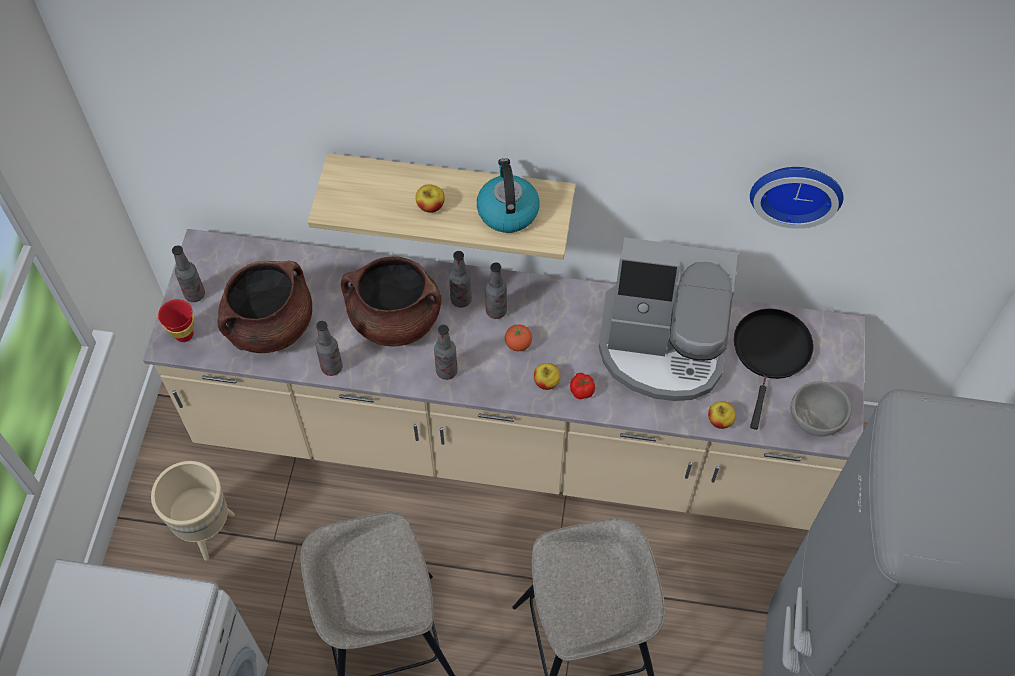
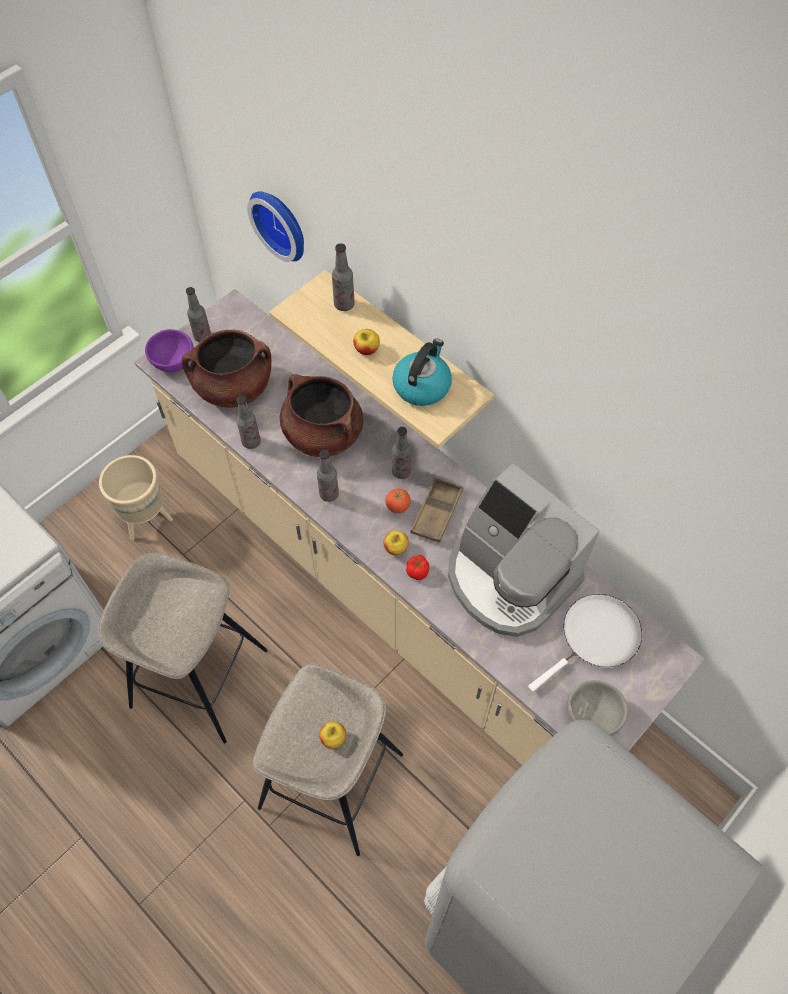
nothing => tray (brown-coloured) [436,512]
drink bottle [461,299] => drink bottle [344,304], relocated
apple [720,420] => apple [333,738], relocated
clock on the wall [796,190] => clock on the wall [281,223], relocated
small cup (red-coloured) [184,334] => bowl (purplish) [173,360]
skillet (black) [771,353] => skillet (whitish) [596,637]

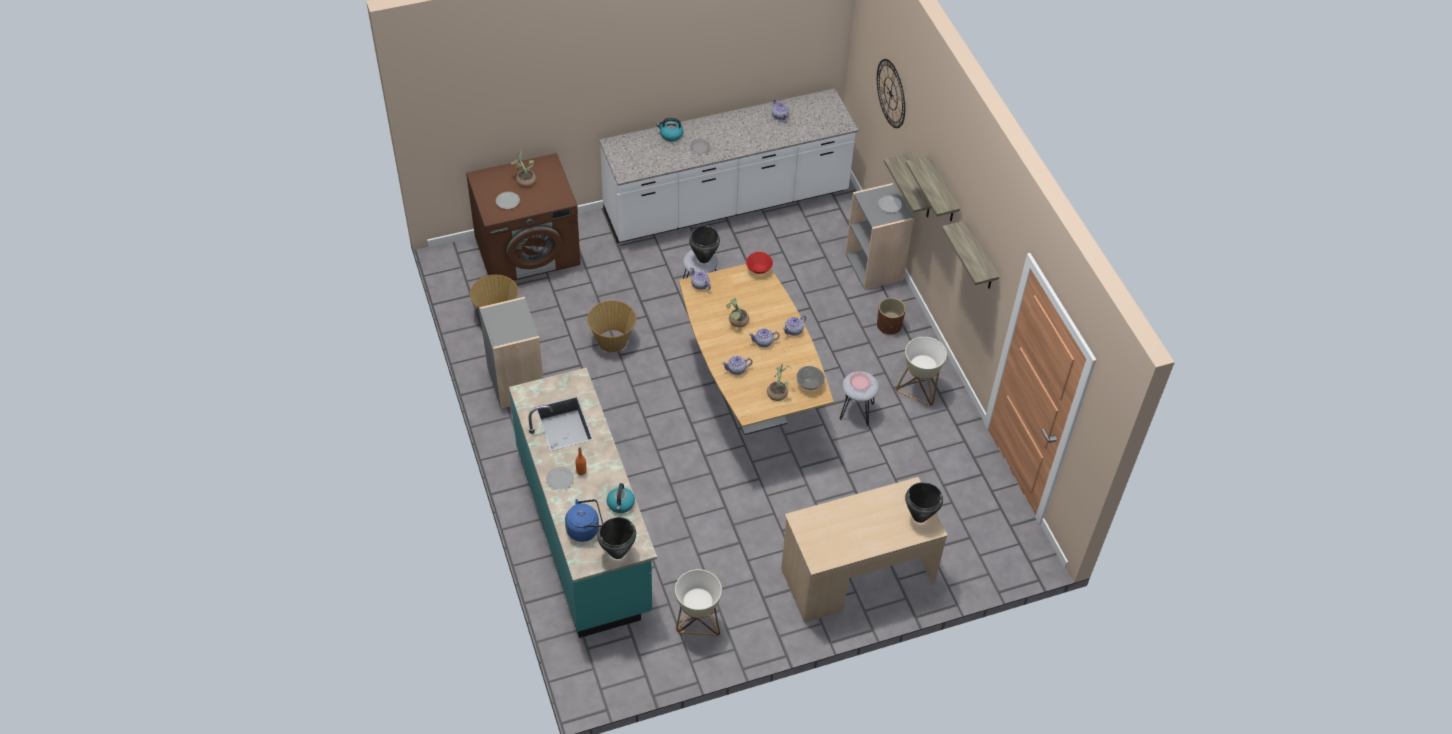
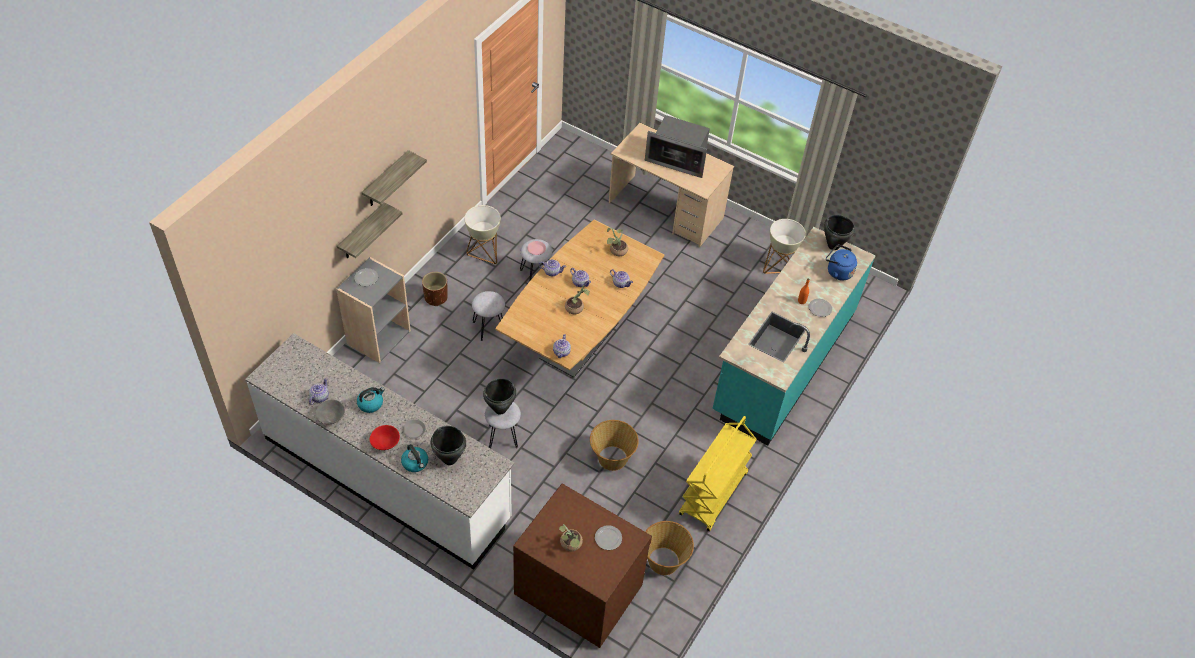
clock on the wall [891,93] => nothing
wall shelf [980,258] => nothing
nothing => stool seat (grey) [489,327]
nothing => microwave oven [678,159]
water kettle [620,504] => water kettle [371,403], relocated
bowl (red-coloured) [759,269] => bowl (red-coloured) [385,444], relocated
bowl (grey) [809,384] => bowl (grey) [331,418], relocated
cooking pot (black) [919,516] => cooking pot (black) [449,459], relocated
bookshelf (grey) [515,382] => trolley (yellow) [713,494]

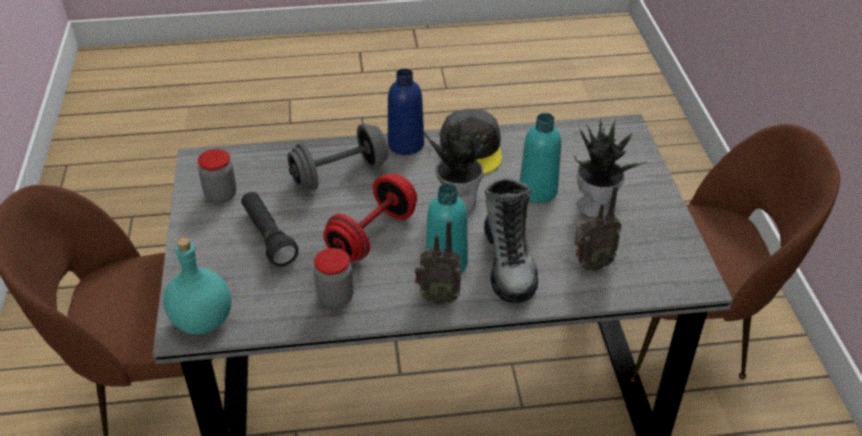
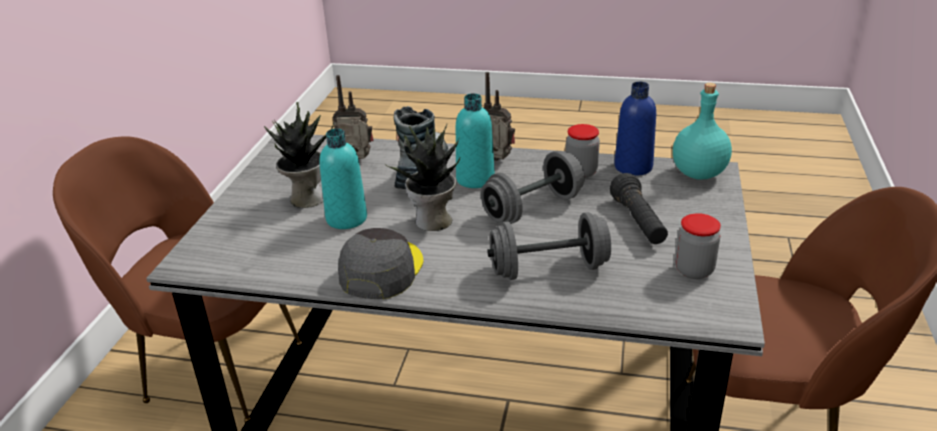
drink bottle (blue) [406,144] => drink bottle (blue) [633,167], relocated
dumbbell (red-coloured) [372,235] => dumbbell (grey) [533,208]

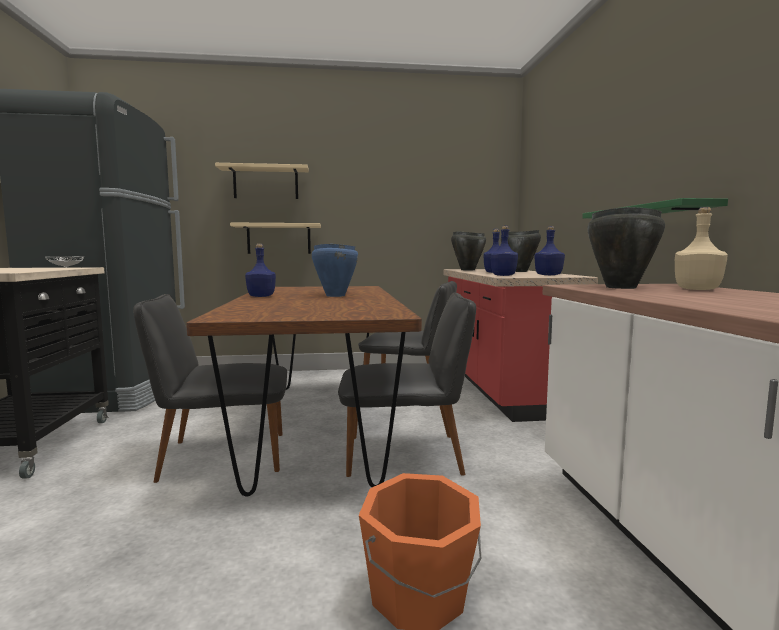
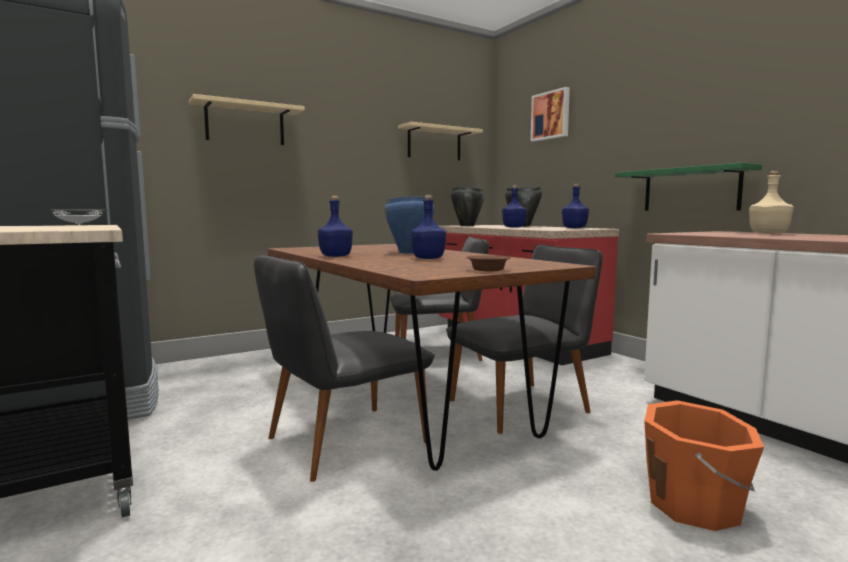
cooking pot (black) [620,287] => nothing
nothing => bowl (brown-coloured) [488,270]
nothing => picture [551,115]
wall shelf (beige) [279,239] => wall shelf (beige) [434,144], relocated
drink bottle (blue) [504,275] => drink bottle (blue) [428,258], relocated

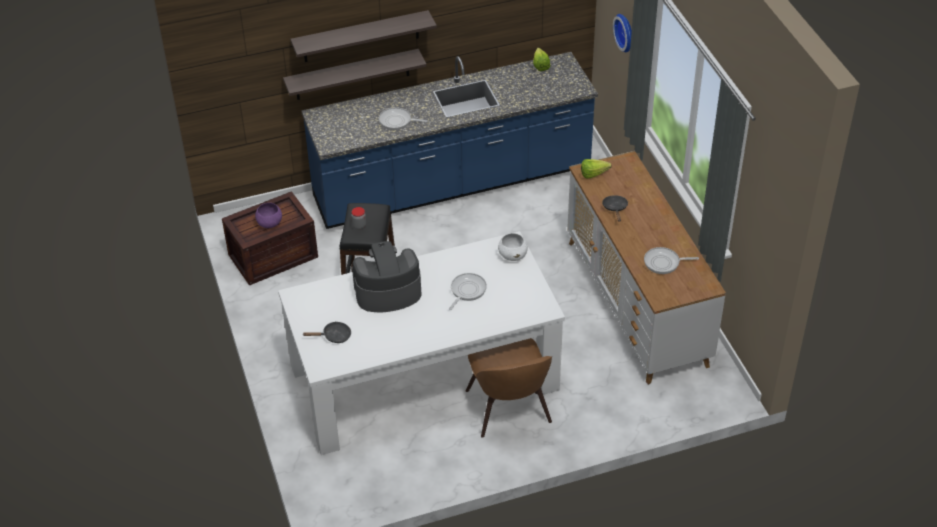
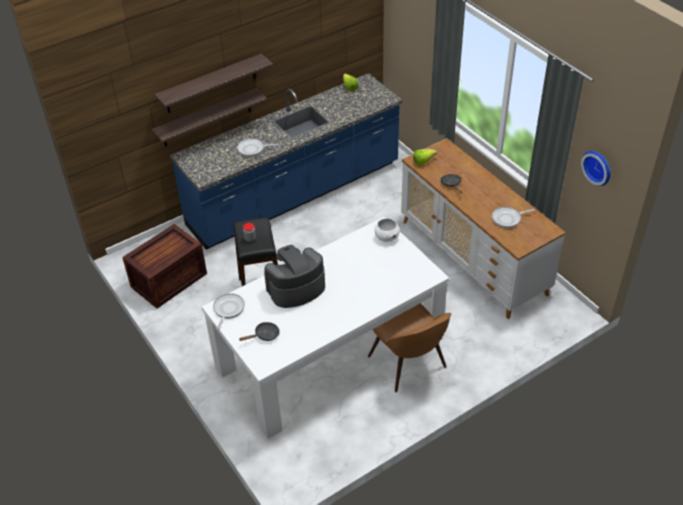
bowl (purplish) [269,223] => nothing
skillet [467,291] => skillet [228,309], relocated
clock on the wall [626,32] => clock on the wall [598,167], relocated

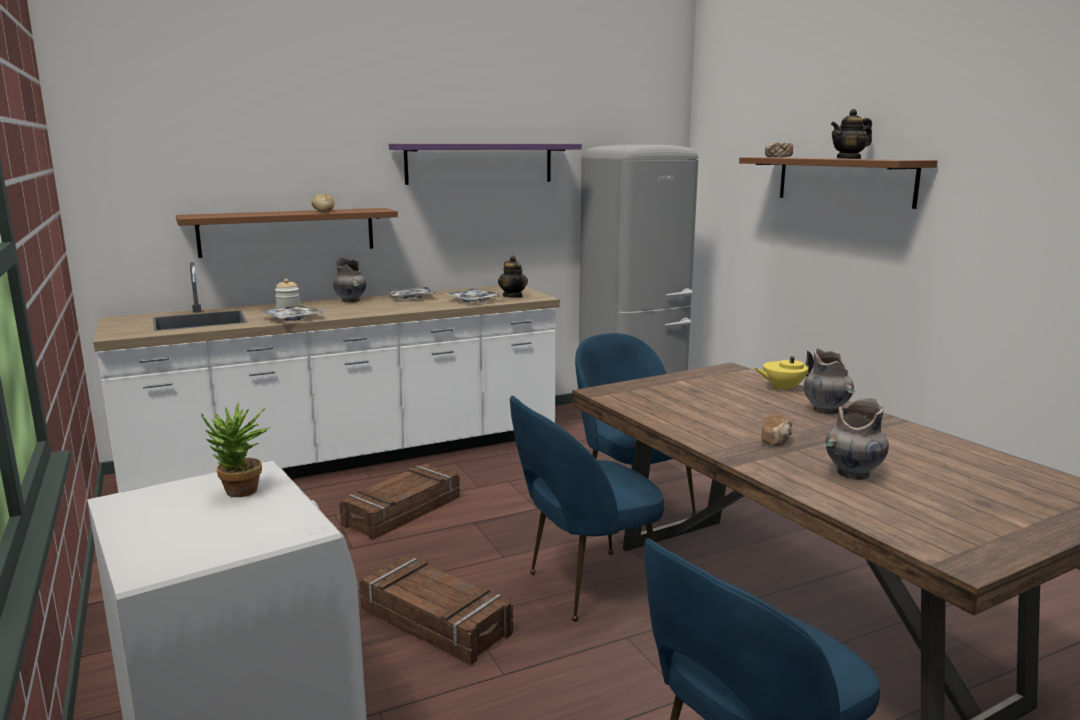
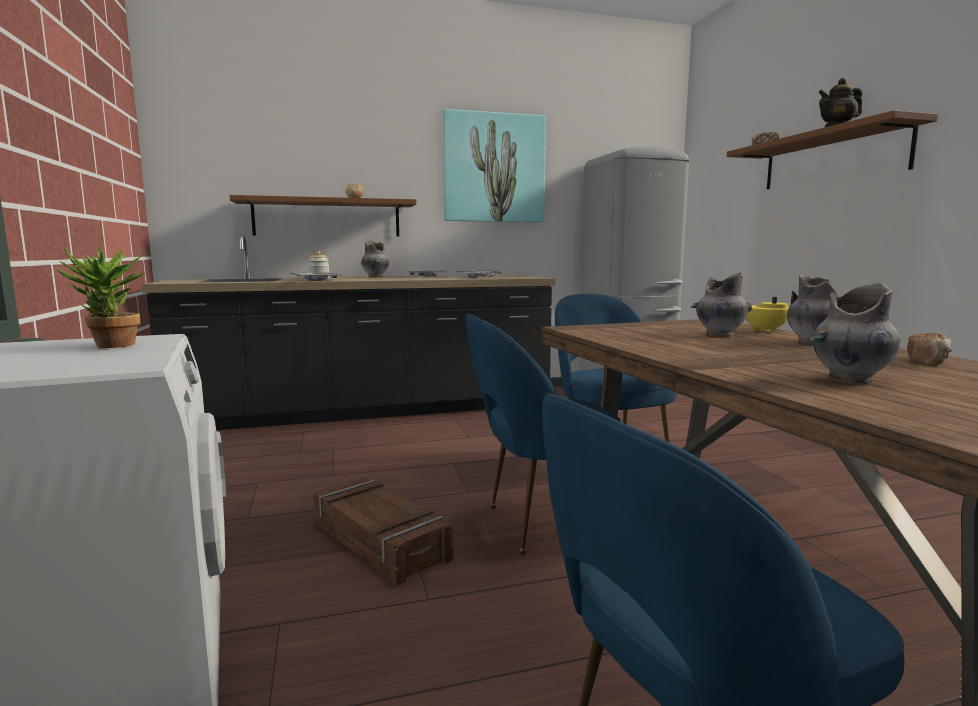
crate [402,511] => nothing
teapot [513,296] => nothing
nothing => vase (grey) [719,335]
baked bread [776,441] => baked bread [927,361], relocated
wall shelf (purplish) [480,163] => picture [493,168]
counter (whitish) [352,457] => counter (black) [369,411]

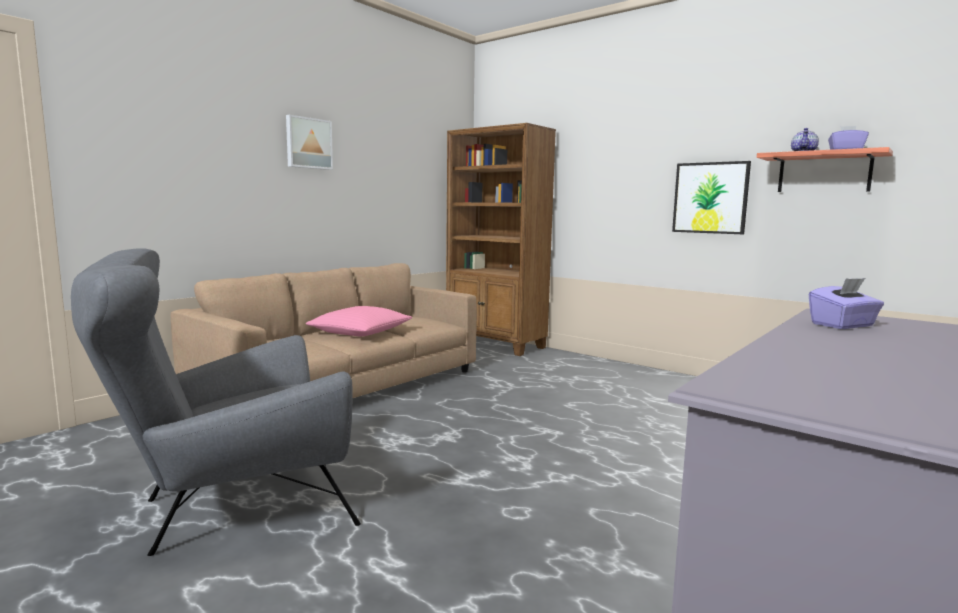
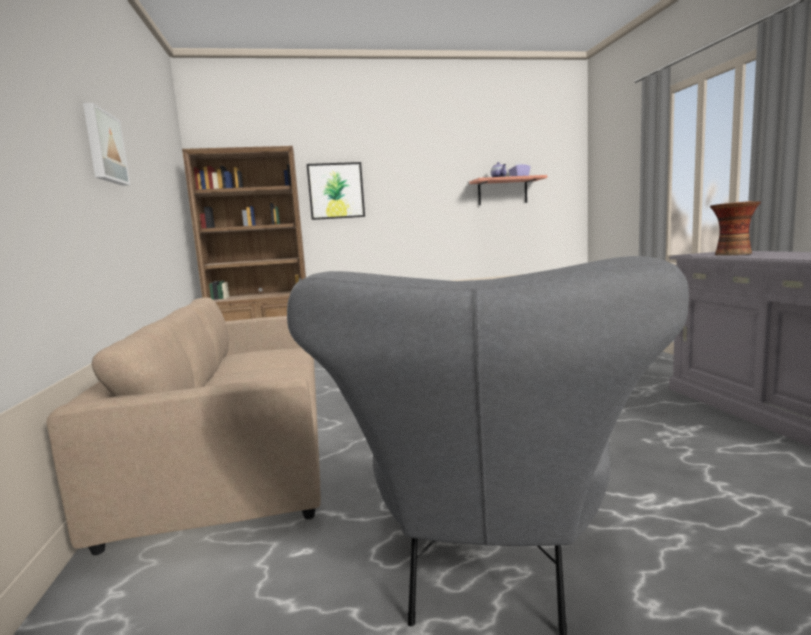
pillow (pink-coloured) [360,332] => nothing
picture [710,198] => picture [336,191], relocated
box of tissues (purplish) [843,325] => vase [731,254]

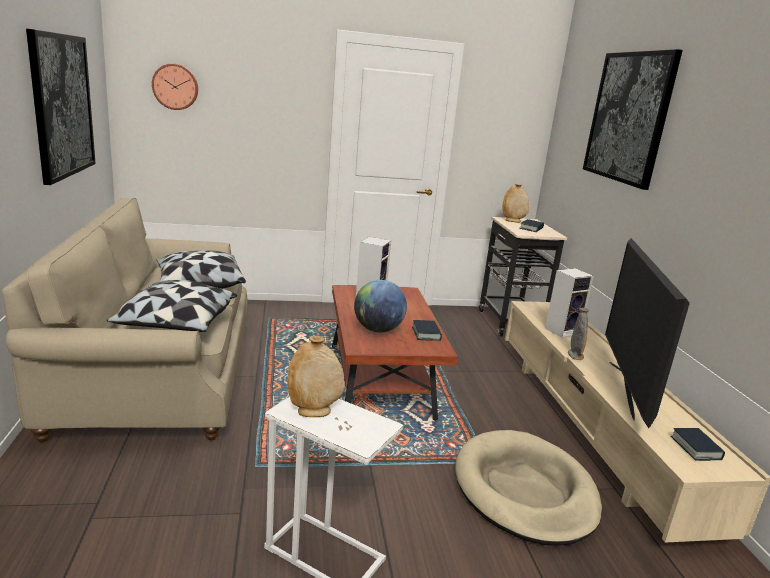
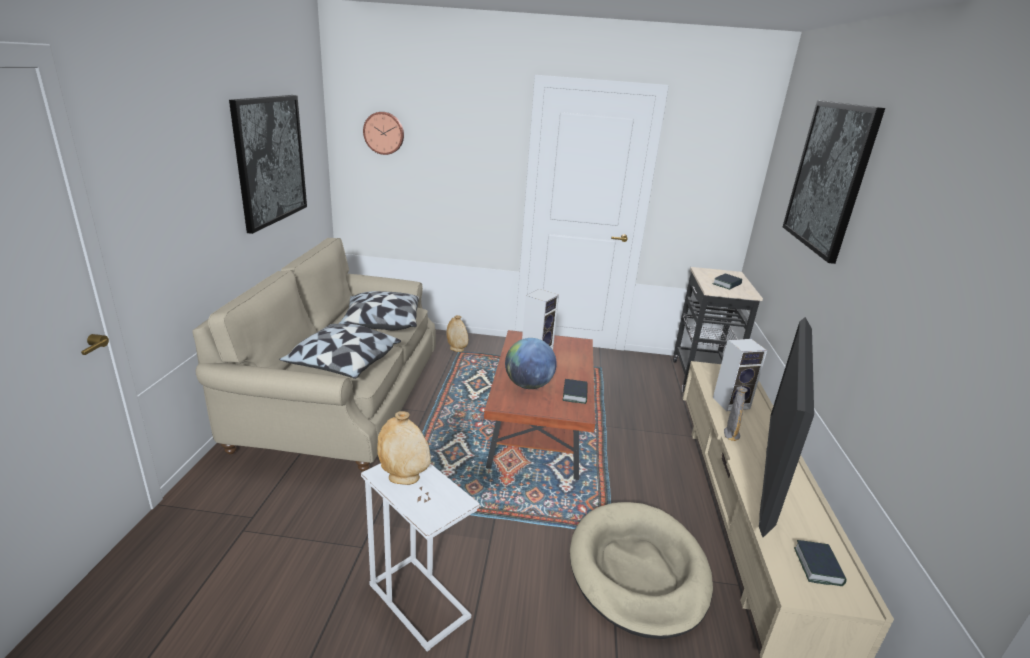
vase (beige) [513,221] => vase (beige) [456,349], relocated

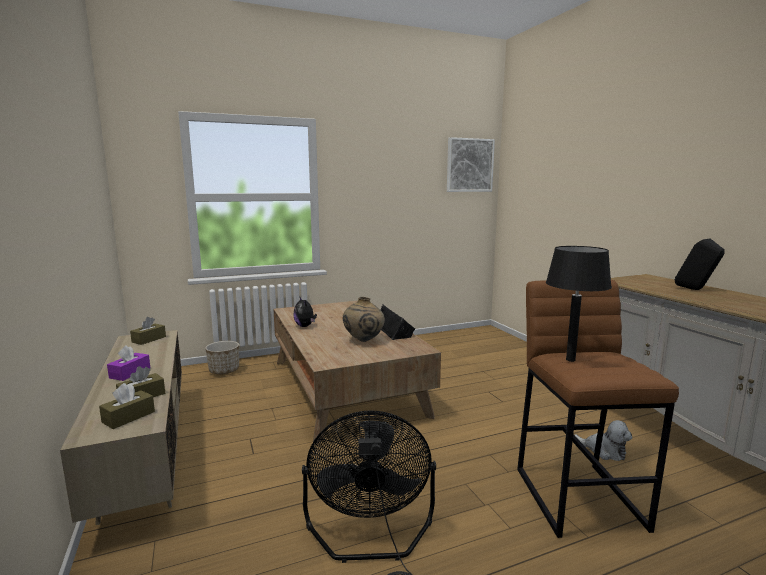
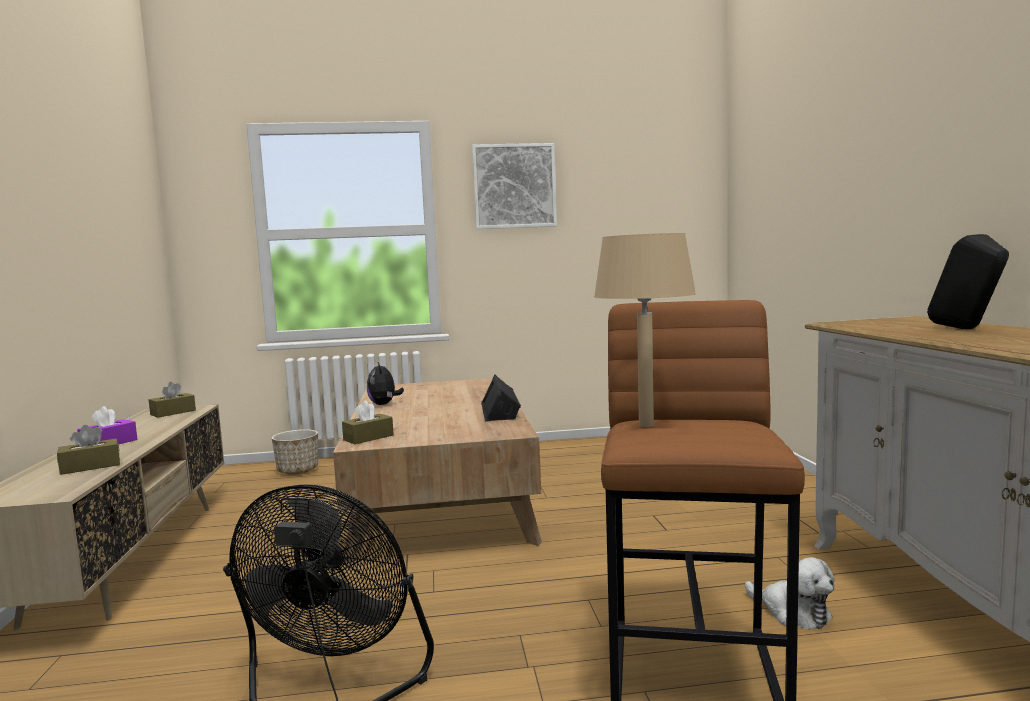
vase (beige) [363,341] => nothing
box of tissues (brown-coloured) [128,417] => box of tissues (brown-coloured) [368,438], relocated
picture [469,165] => picture [514,186], relocated
tabletop lamp (black) [570,359] => tabletop lamp (beige) [646,424]

